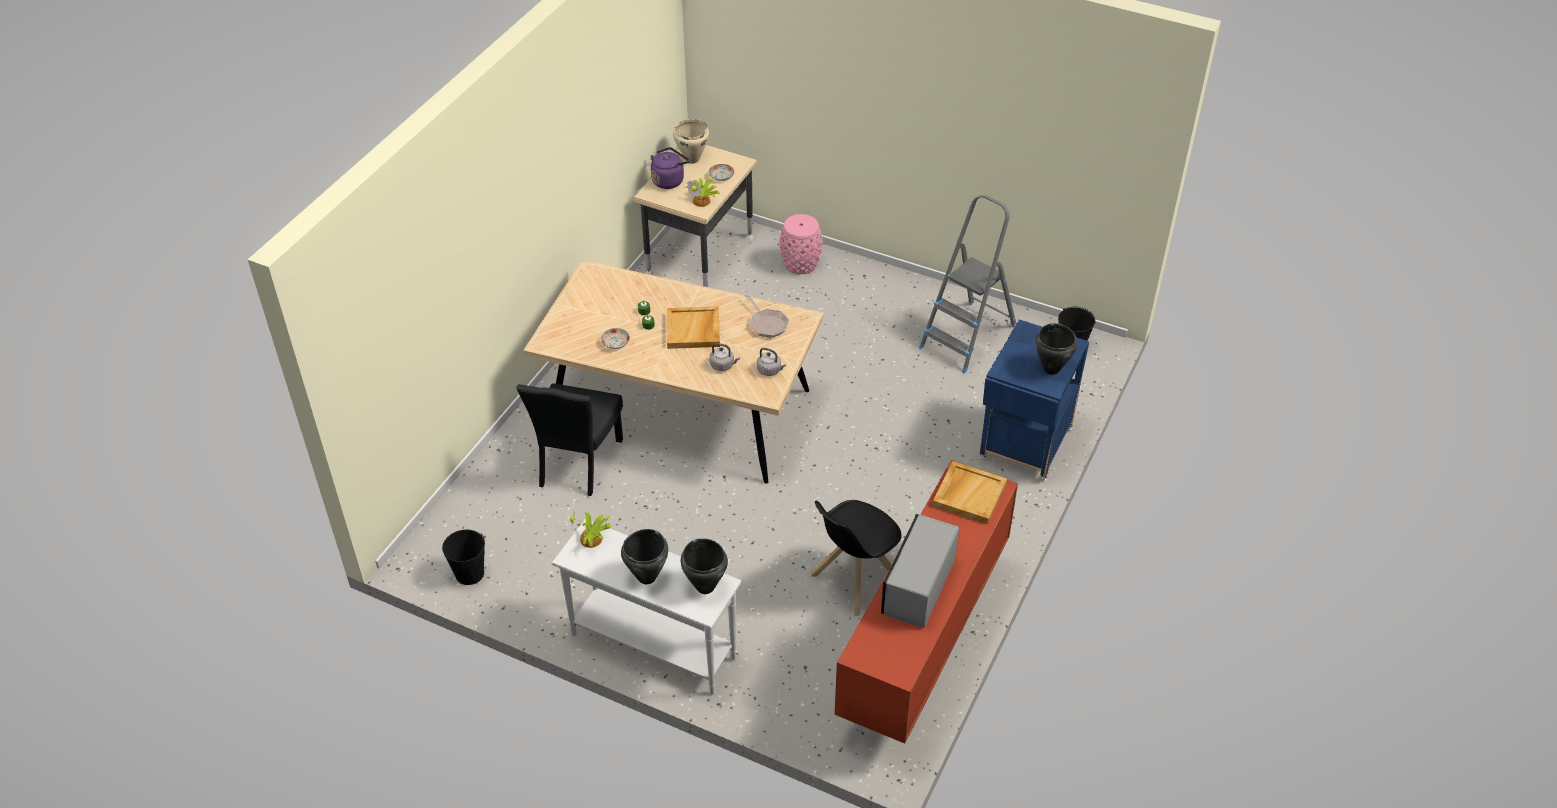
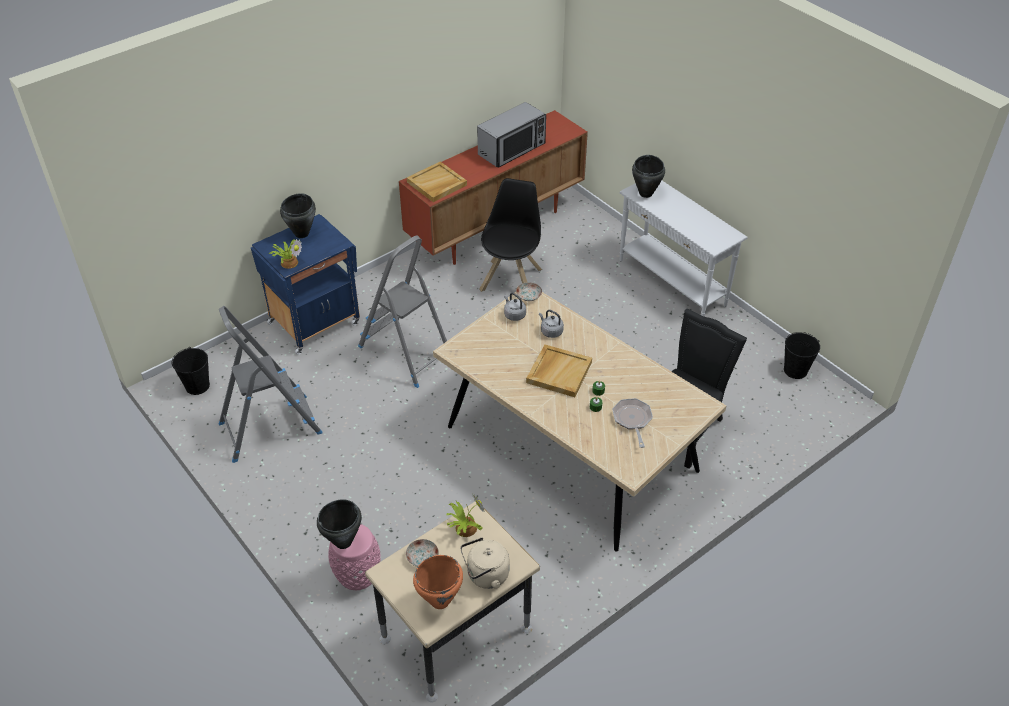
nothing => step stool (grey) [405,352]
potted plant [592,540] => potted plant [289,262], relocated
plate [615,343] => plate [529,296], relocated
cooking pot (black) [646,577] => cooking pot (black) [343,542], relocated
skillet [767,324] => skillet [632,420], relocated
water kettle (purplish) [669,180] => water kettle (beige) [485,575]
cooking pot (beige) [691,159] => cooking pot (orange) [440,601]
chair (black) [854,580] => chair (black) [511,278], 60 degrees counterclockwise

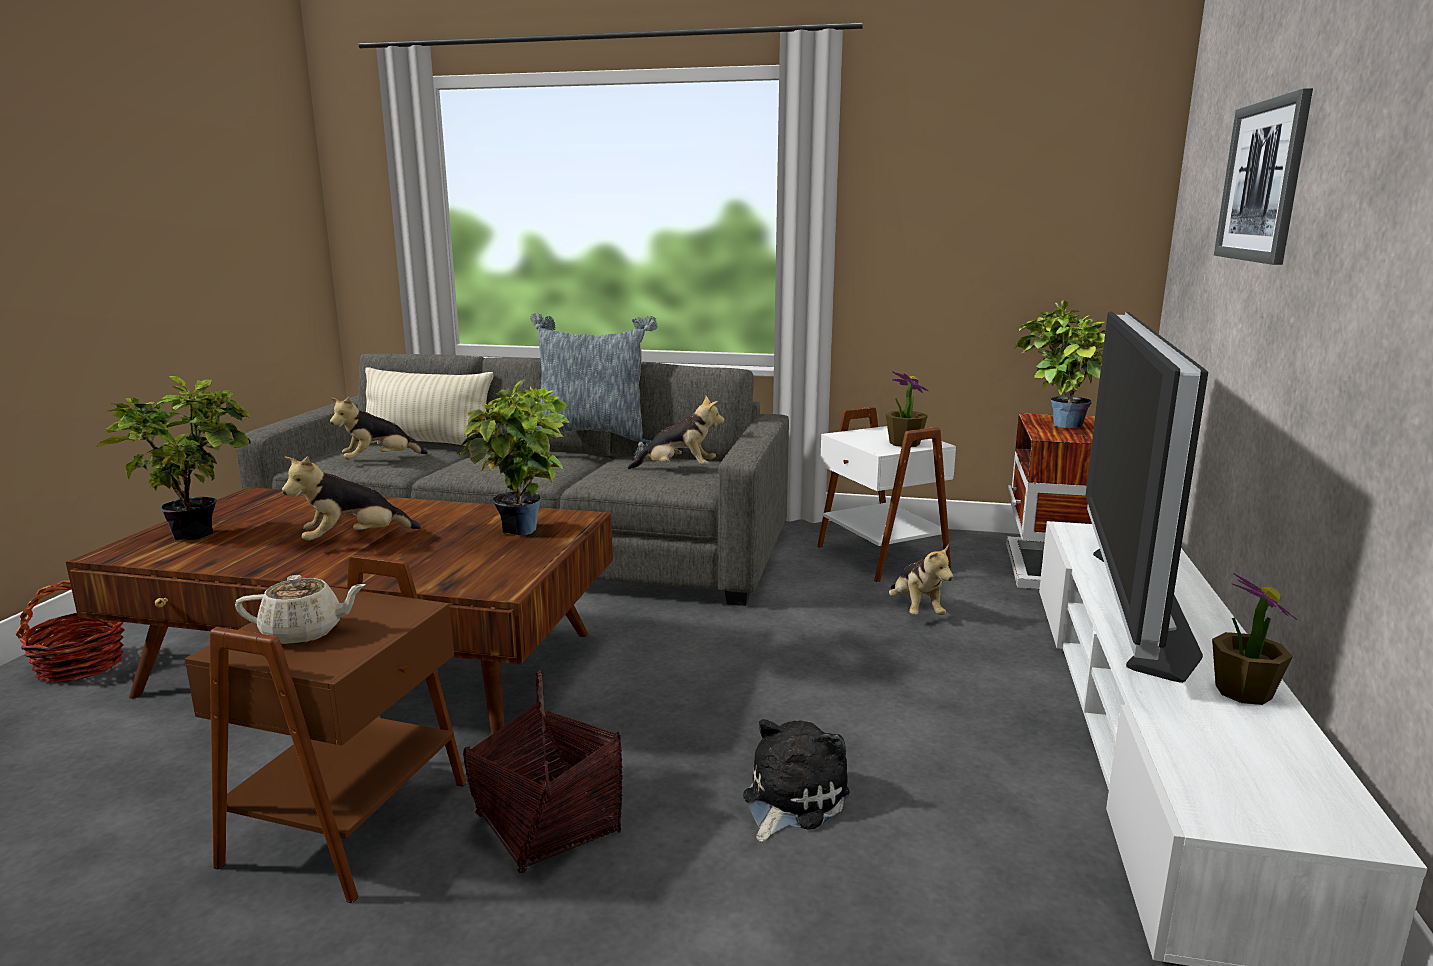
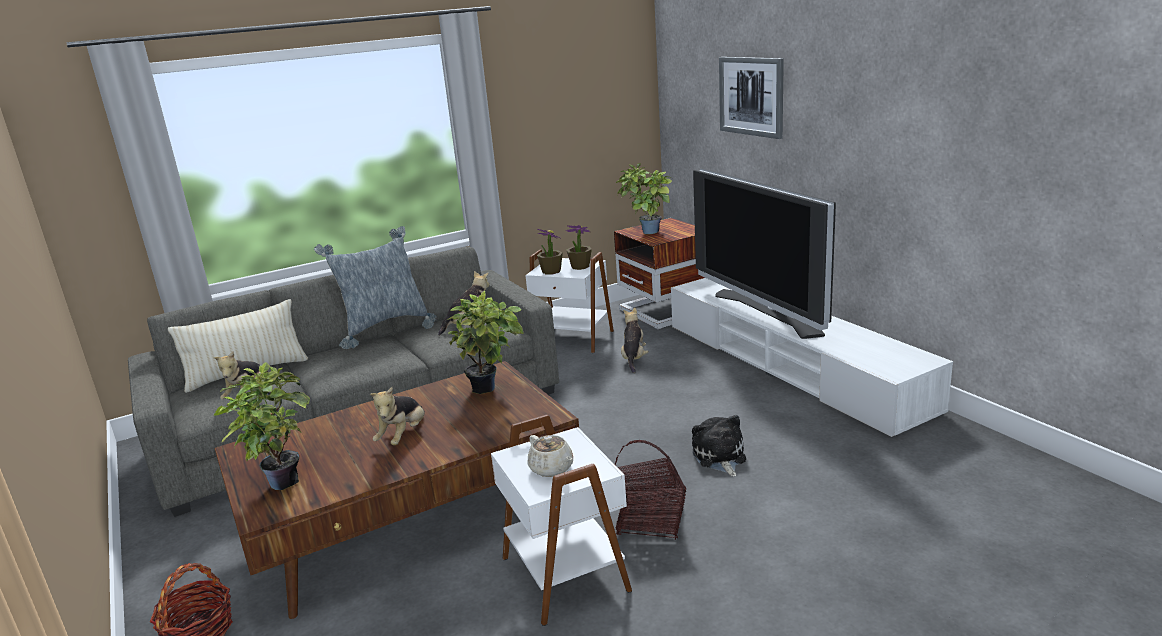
potted plant [1242,692] => potted plant [551,271], relocated
end table (brown-coloured) [353,822] => end table (whitish) [567,572]
teapot (beige) [304,632] => teapot (beige) [552,469], 105 degrees clockwise
soft toy [916,610] => soft toy [634,359], 120 degrees counterclockwise

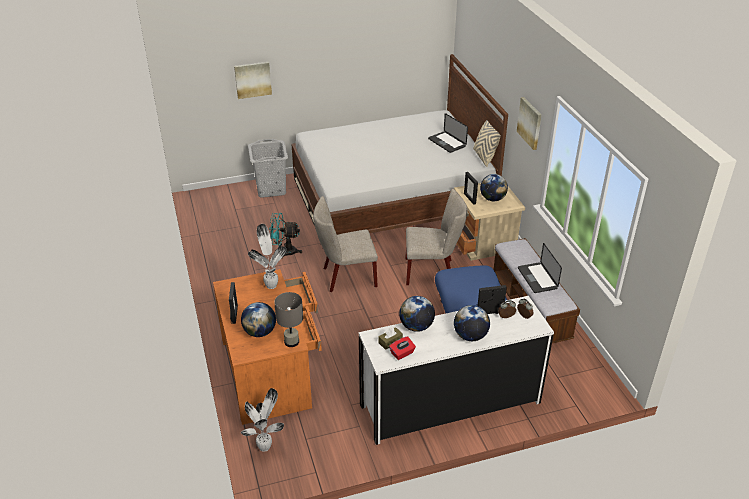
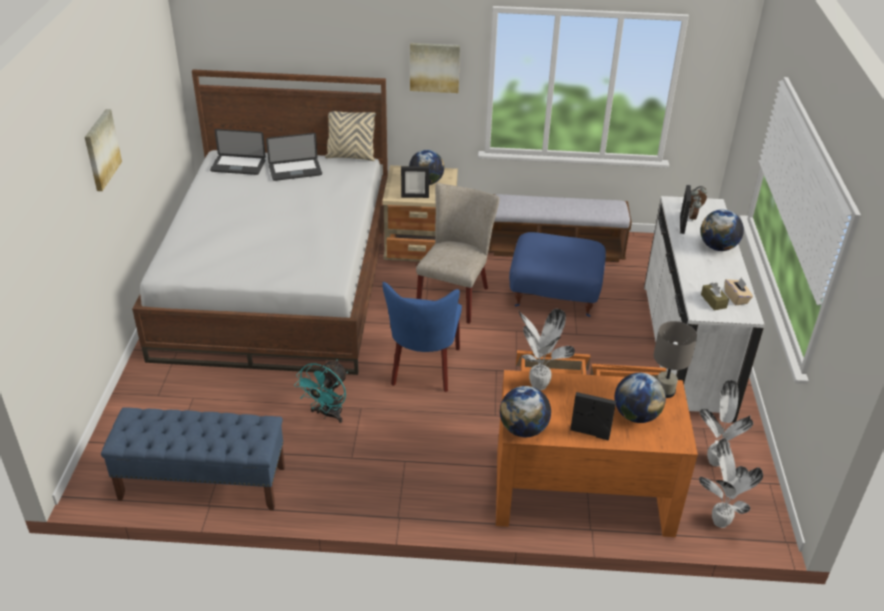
laundry basket (grey) [271,189] => nothing
nothing => indoor bench (blue) [202,483]
nothing => potted plant [715,460]
picture [253,79] => picture [101,149], relocated
world globe [416,326] => world globe [523,429], relocated
laptop [537,278] => laptop [238,166], relocated
chair (beige) [346,277] => chair (blue) [424,369]
box of tissues (red-coloured) [402,353] => box of tissues (beige) [736,298]

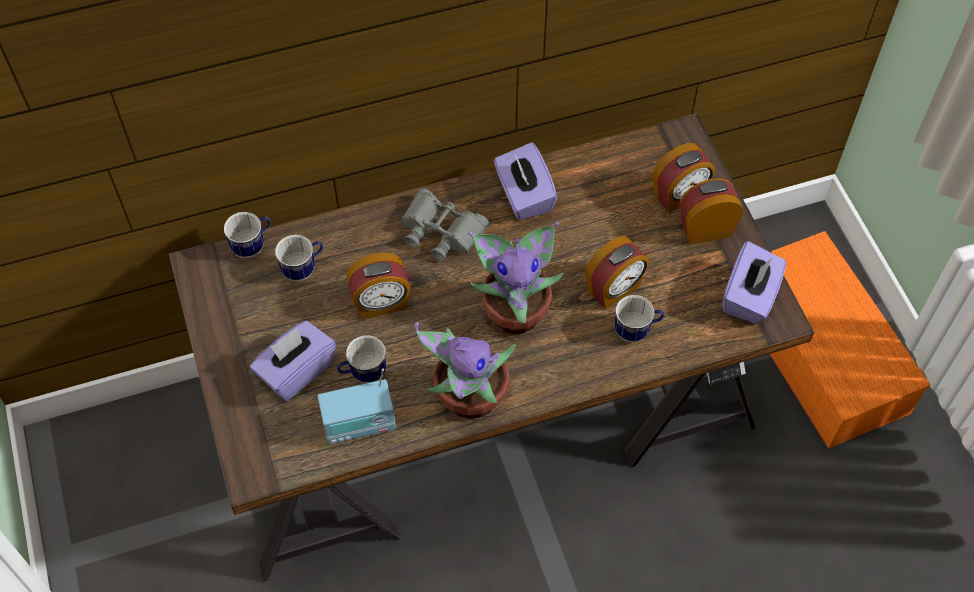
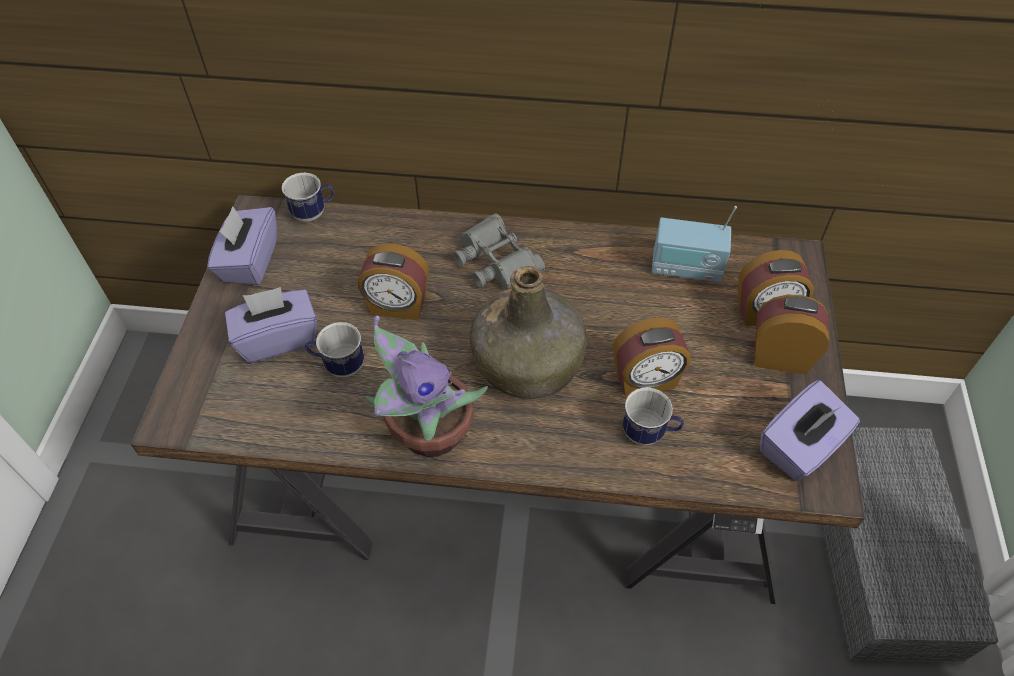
tea mug [303,268] => nothing
radio [359,425] => radio [686,269], relocated
box of tissues (purplish) [523,196] => box of tissues (purplish) [249,262], relocated
potted plant [516,311] => drink bottle (green) [528,363]
storage bin (orange) [823,355] => storage bin (grey) [882,558]

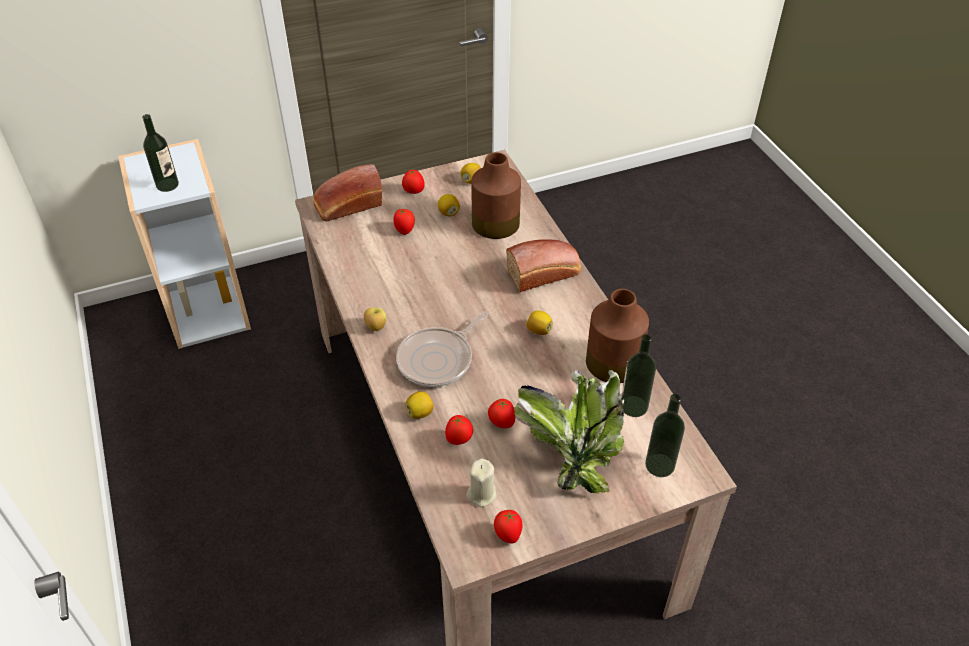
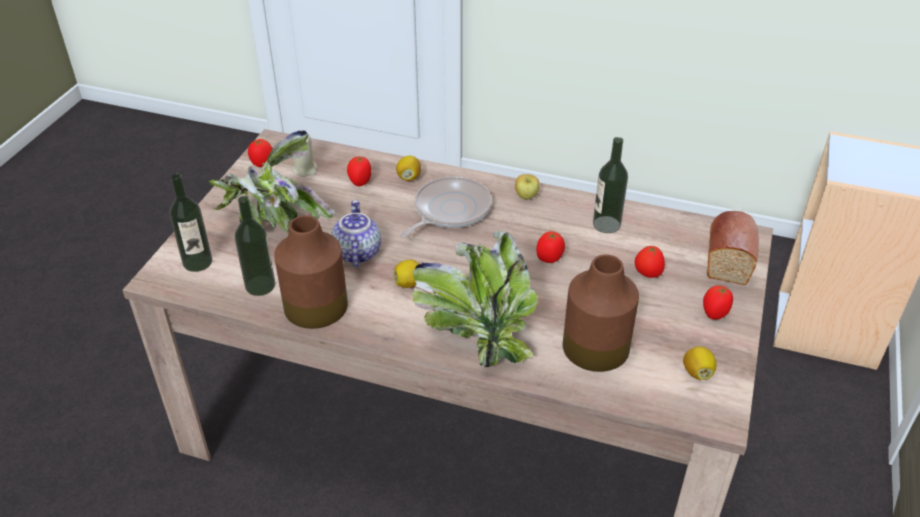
citrus fruit [448,213] => nothing
nothing => teapot [356,253]
drink bottle [167,185] => drink bottle [606,224], relocated
fresh tomato [501,423] => fresh tomato [549,258], relocated
baked bread [545,273] => potted plant [475,334]
skillet [438,359] => skillet [449,210], 45 degrees clockwise

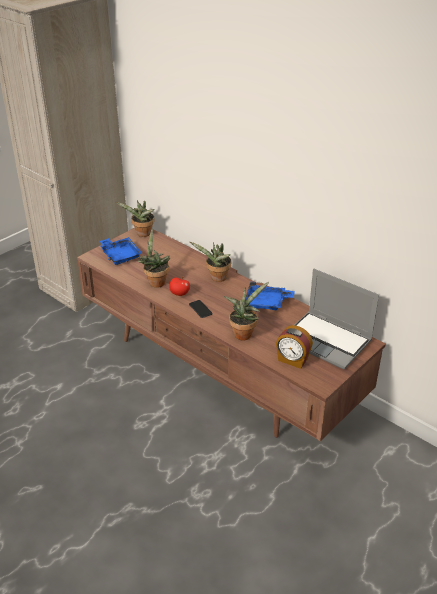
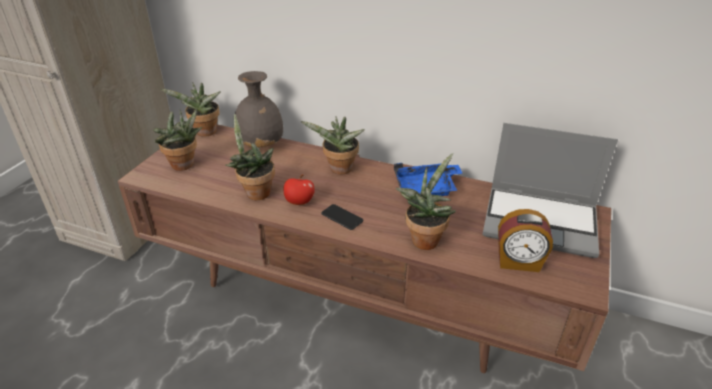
nothing => vase (grey) [262,145]
tray (blue) [120,255] => potted plant [184,166]

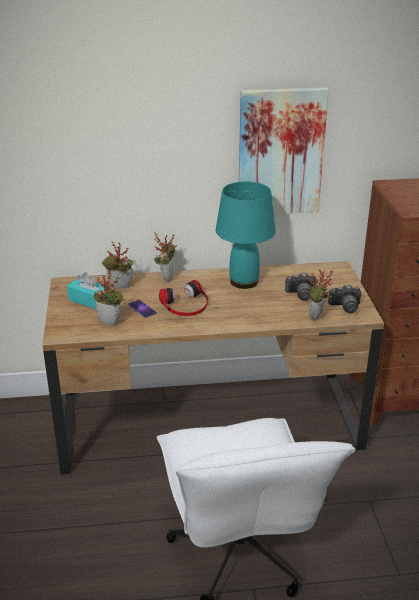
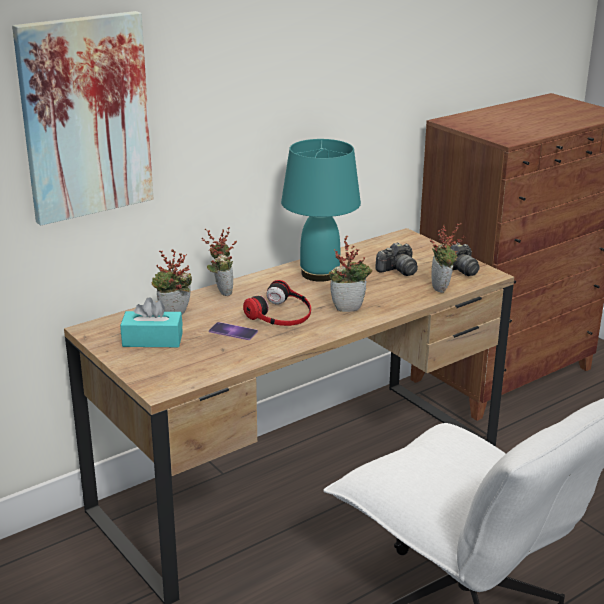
potted plant [111,322] => potted plant [349,307], relocated
picture [280,152] => picture [85,117], relocated

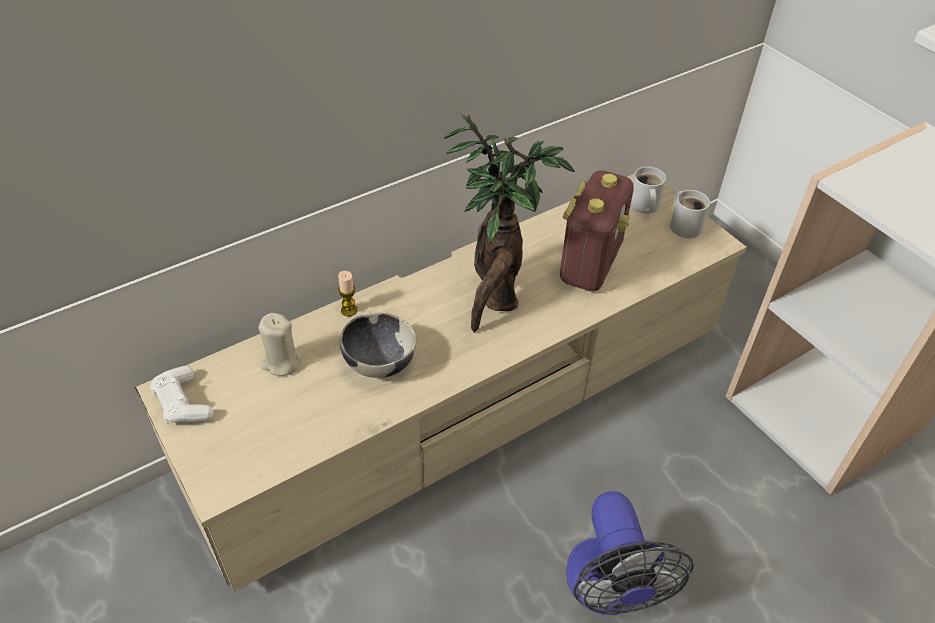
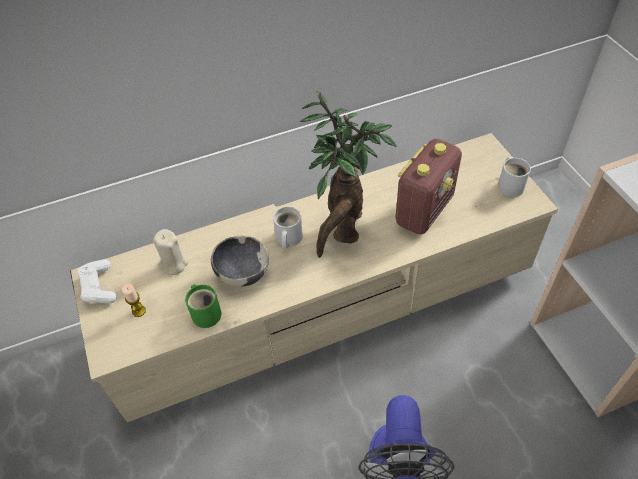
nothing => tea mug (green) [206,312]
wax candle [349,310] => wax candle [139,311], relocated
tea mug (whitish) [643,206] => tea mug (whitish) [287,238], relocated

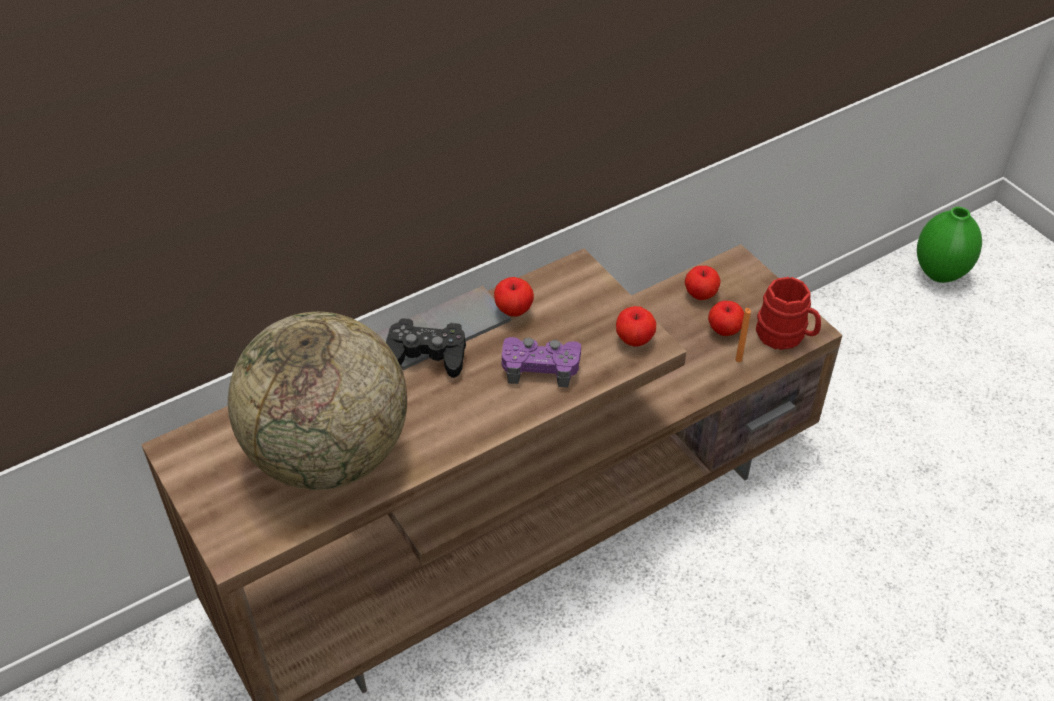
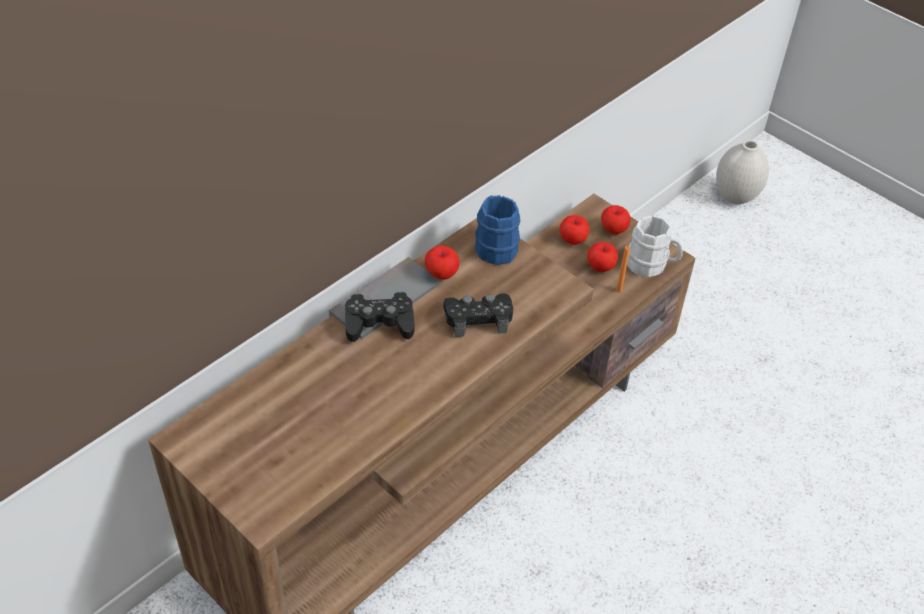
world globe [329,454] => nothing
nothing => tea mug (blue) [494,245]
apple [634,339] => apple [613,230], relocated
joypad (purplish) [540,366] => joypad (black) [478,318]
tea mug (red-coloured) [786,337] => tea mug (whitish) [651,265]
vase (green) [939,273] => vase (whitish) [735,197]

